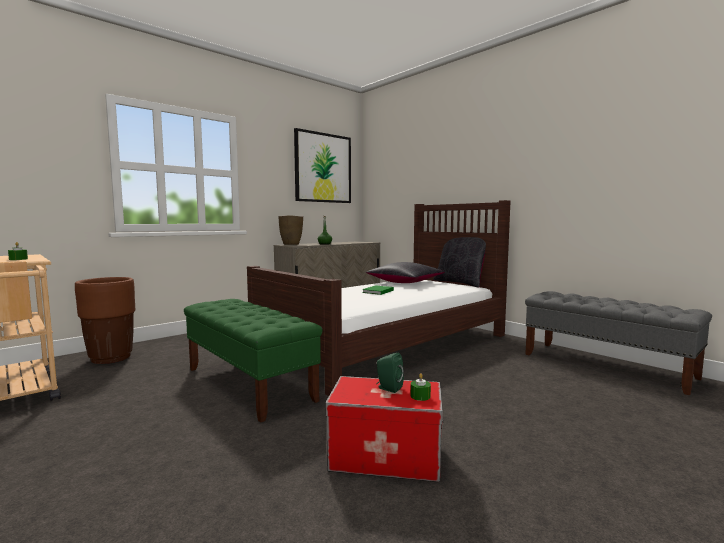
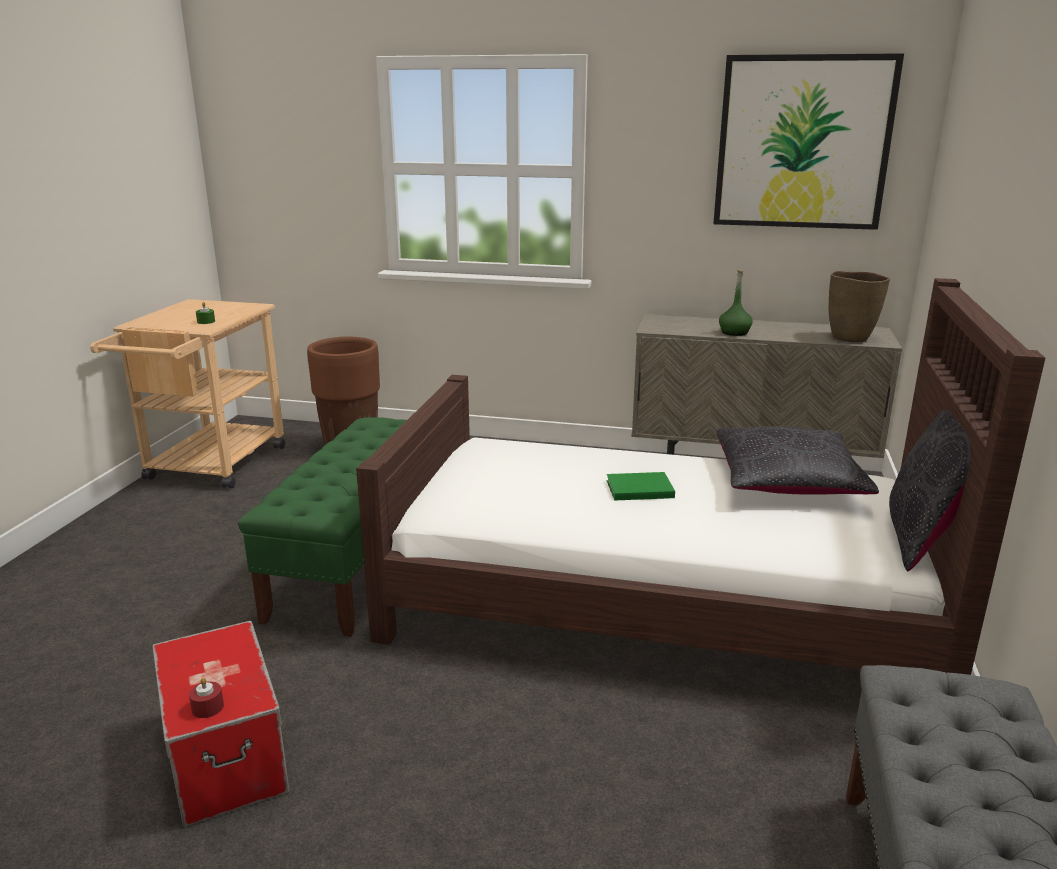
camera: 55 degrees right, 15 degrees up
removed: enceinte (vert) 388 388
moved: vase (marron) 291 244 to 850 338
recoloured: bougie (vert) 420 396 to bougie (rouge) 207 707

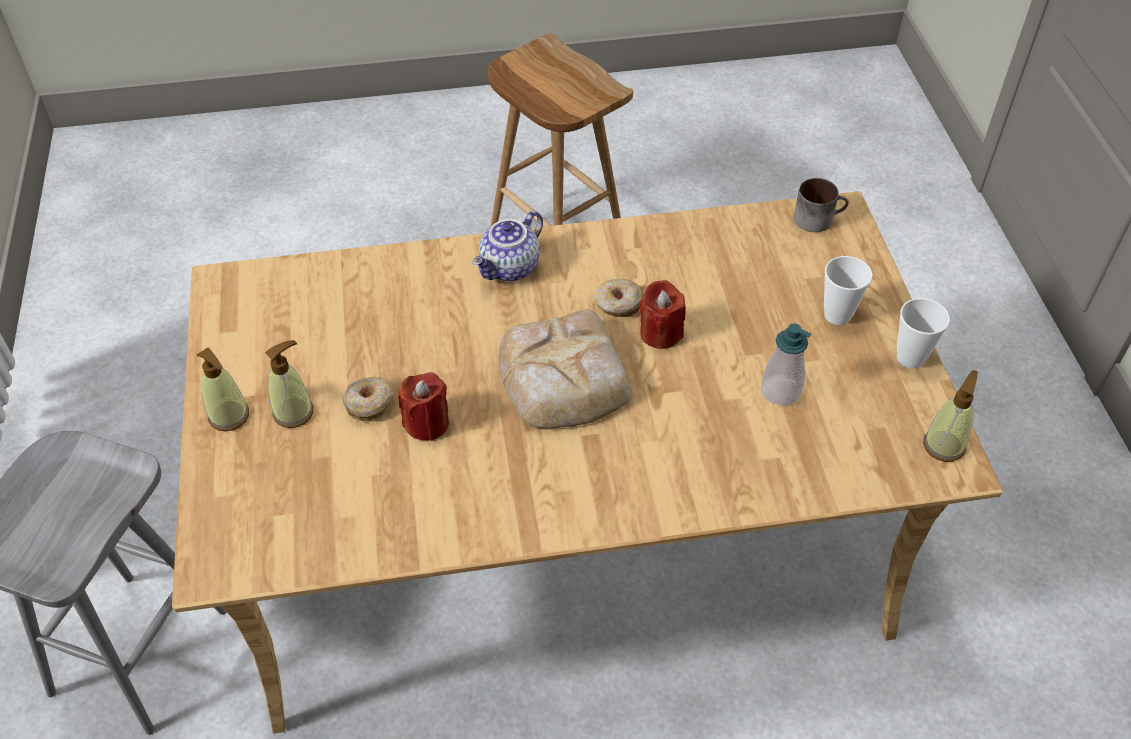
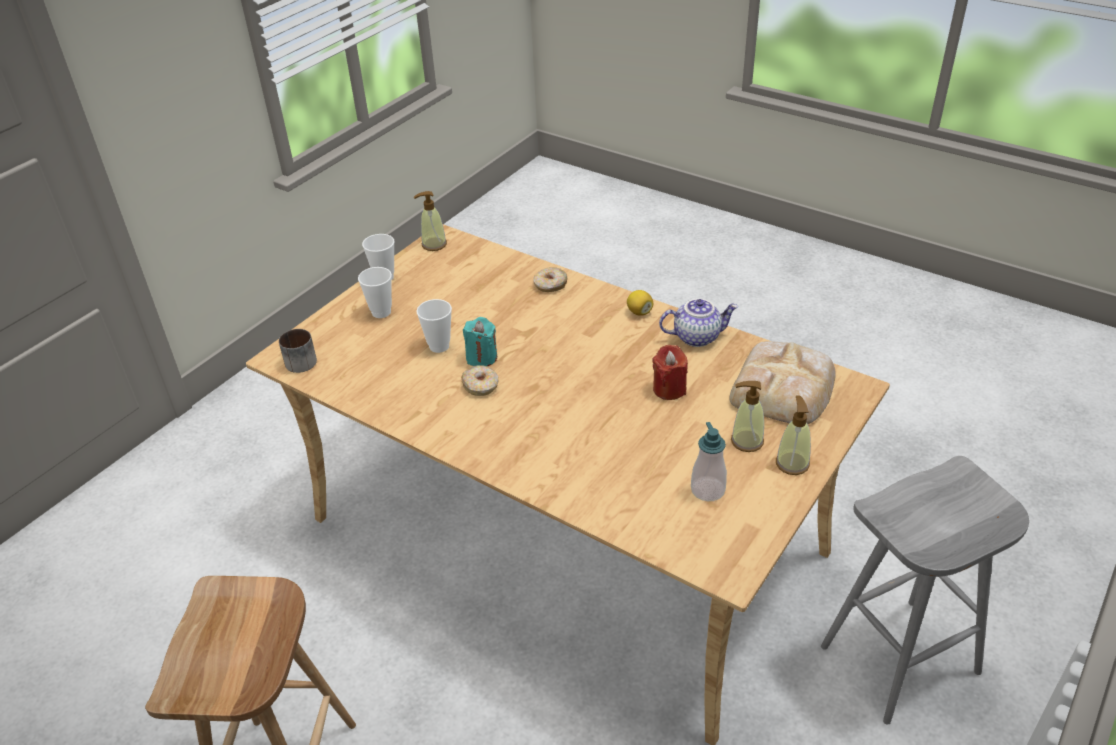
camera: 135 degrees left, 10 degrees down
added: tasse 439 346; citron 639 312
moved: beignet 369 403 to 550 285; théière 510 268 to 697 336; pain 563 378 to 783 388; distributeur de savon 780 391 to 707 490
recoloured: bougie (rouge) 660 333 to bougie (turquoise) 481 357

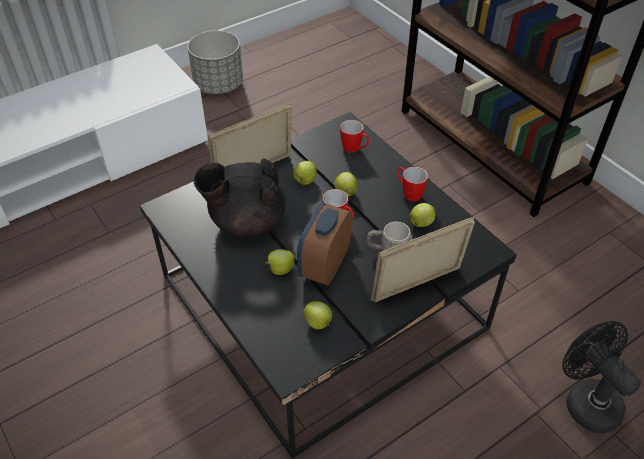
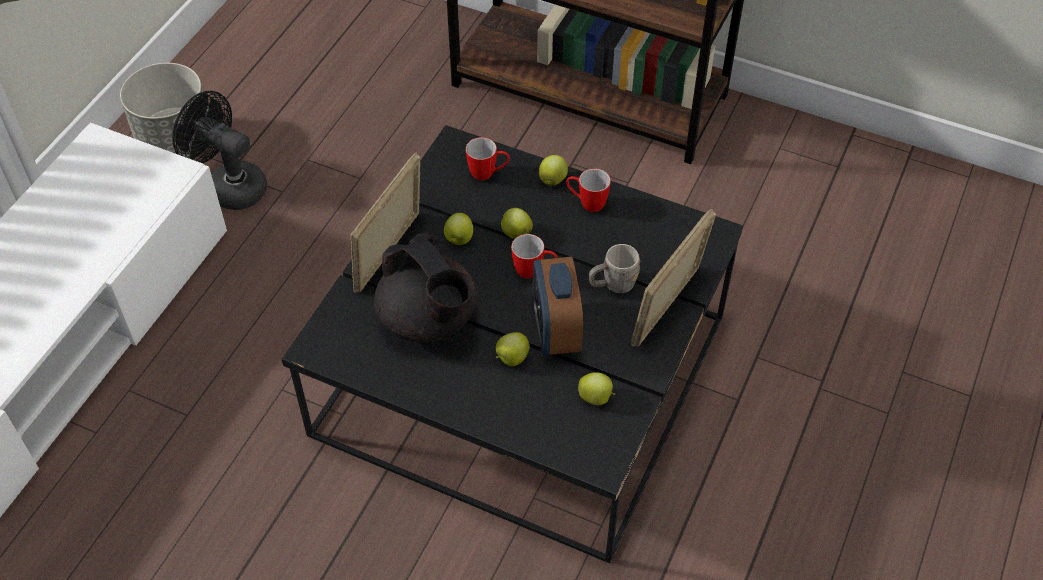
camera: 30 degrees left, 5 degrees up
moved: pomme 421 223 to 553 179; ventilateur (noir) 586 400 to 230 186
turned: théière (noir) 246 221 = 429 319 90 degrees counterclockwise

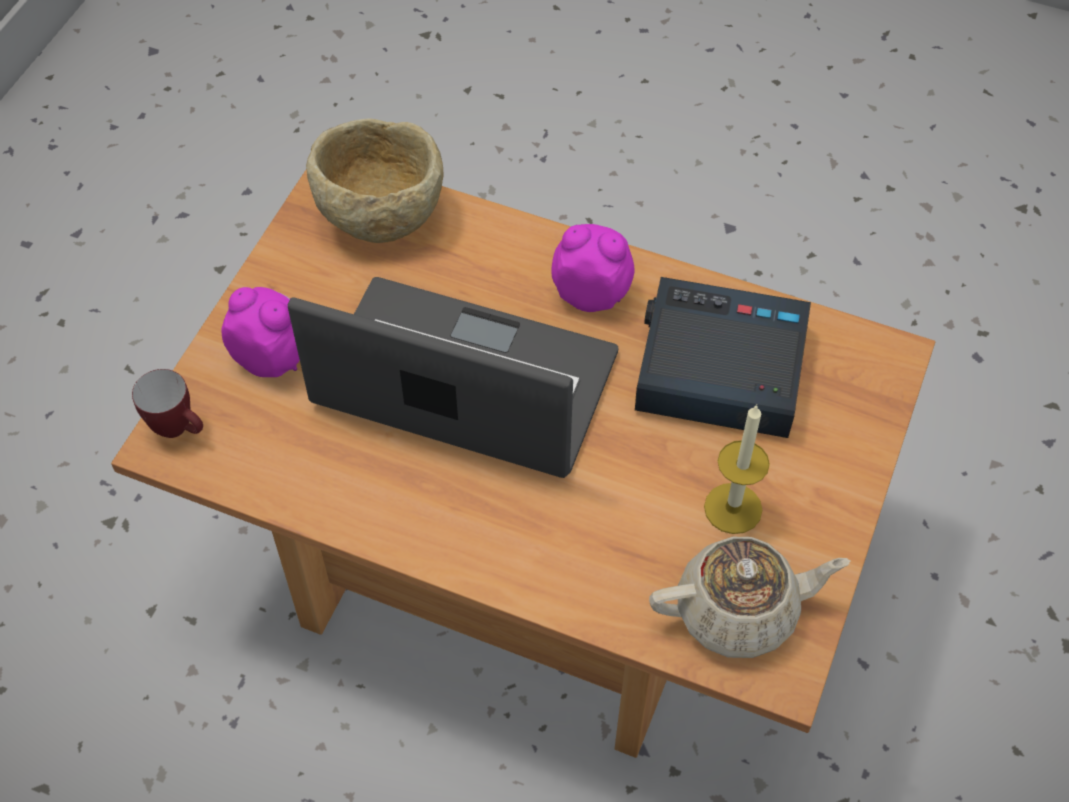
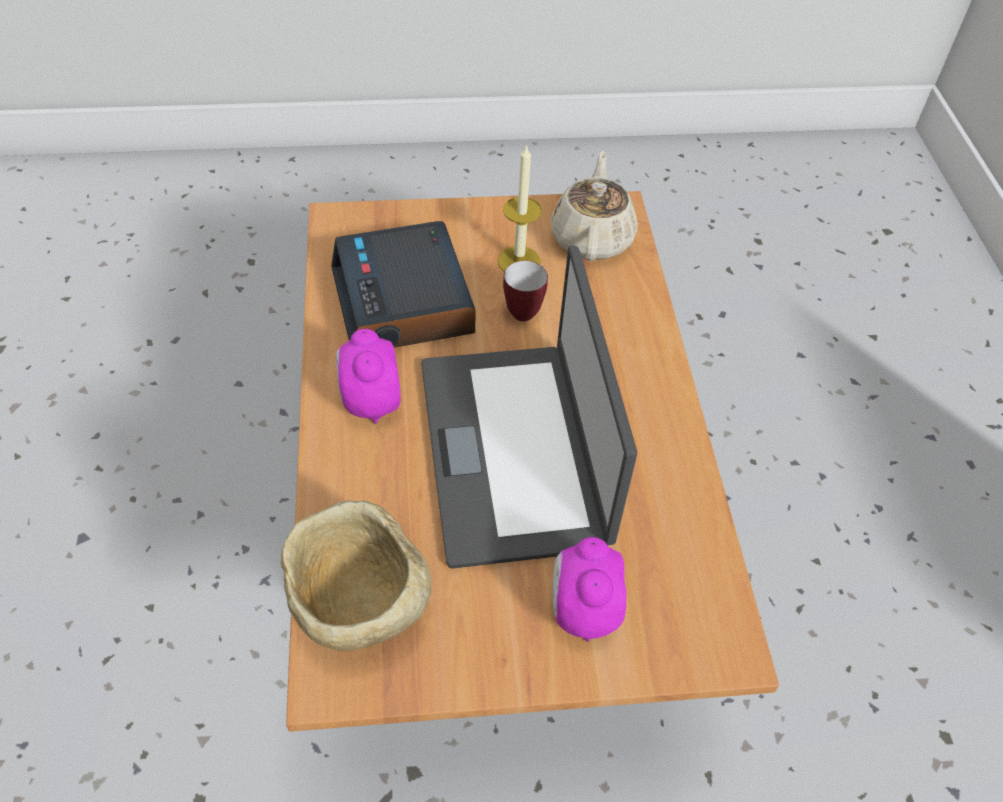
camera: 120 degrees left, 5 degrees down
moved: mug 179 429 to 522 309
turned: théière (beige) 739 611 = 592 237 45 degrees clockwise

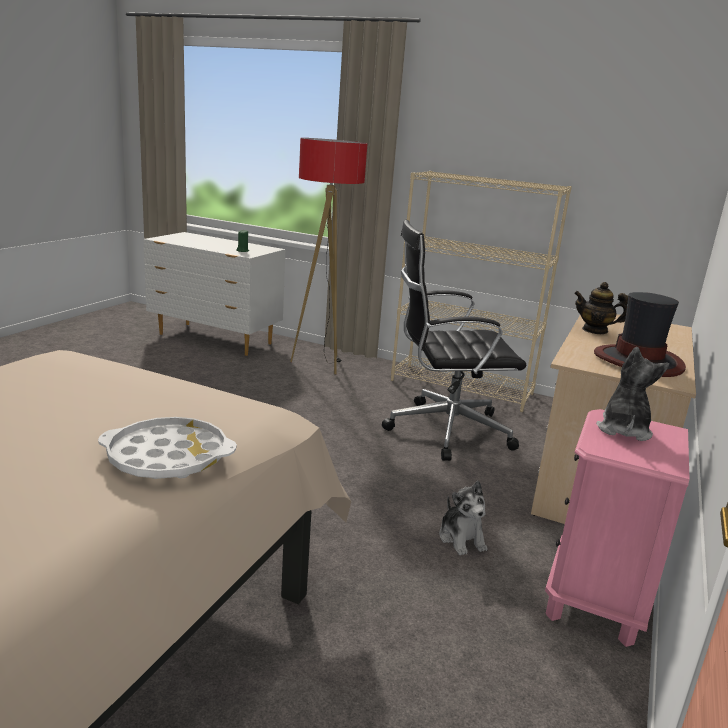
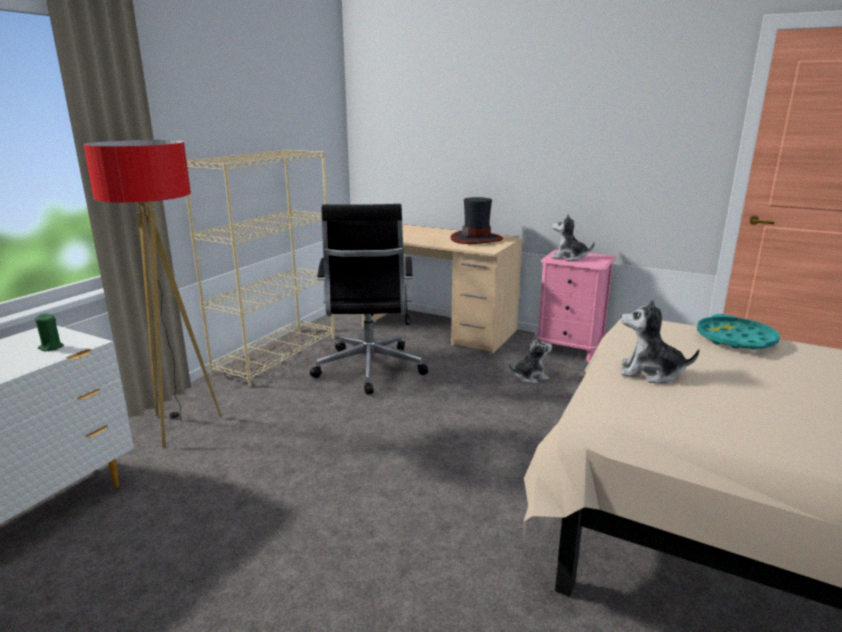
camera: 85 degrees left, 0 degrees up
removed: théière 595 330
added: peluche 650 373
recoloured: plateau (blanc) 168 457 to plateau (turquoise) 735 339

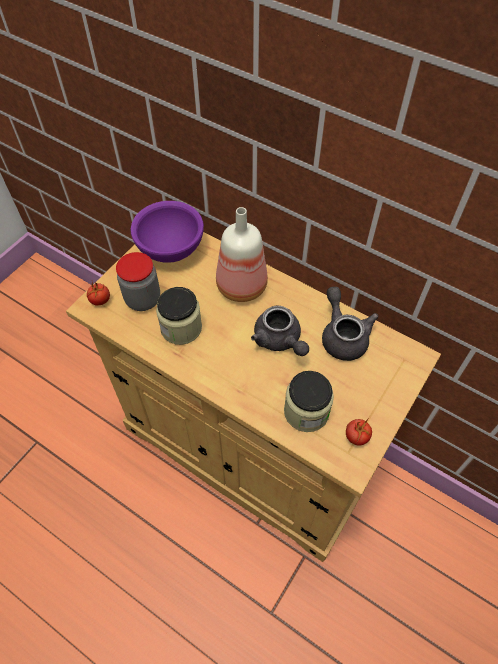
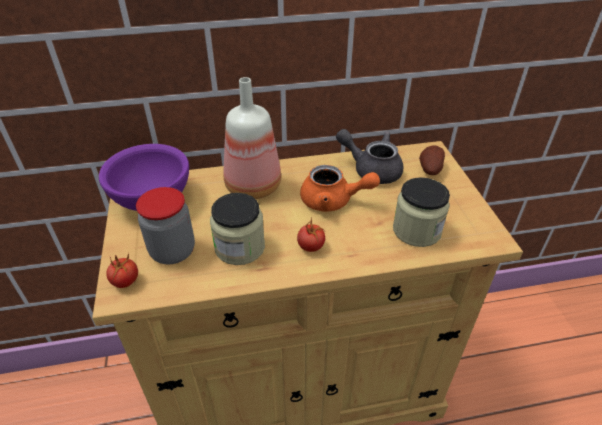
camera: 45 degrees left, 15 degrees down
added: pomme de terre 429 169
moved: tomate 356 437 to 311 247
recoloured: théière (gris) 279 340 to théière (orange) 333 201

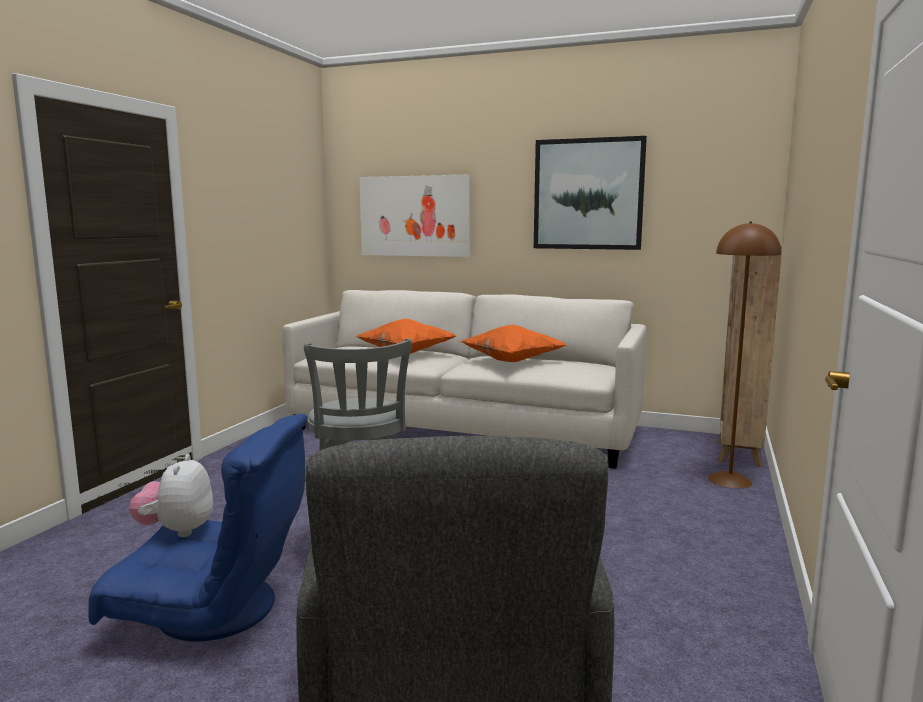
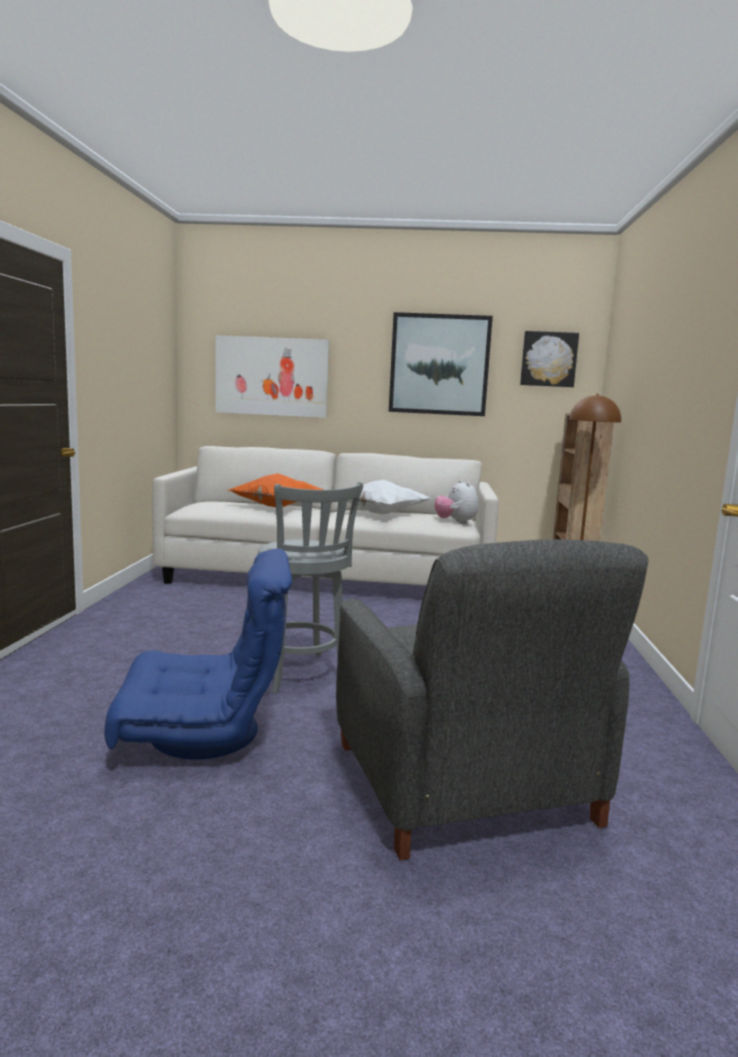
camera: 15 degrees left, 0 degrees up
added: tableau 548 359
moved: peluche 177 531 to 455 522
recoloured: coussin (orange) 510 361 to coussin (blanc) 380 514

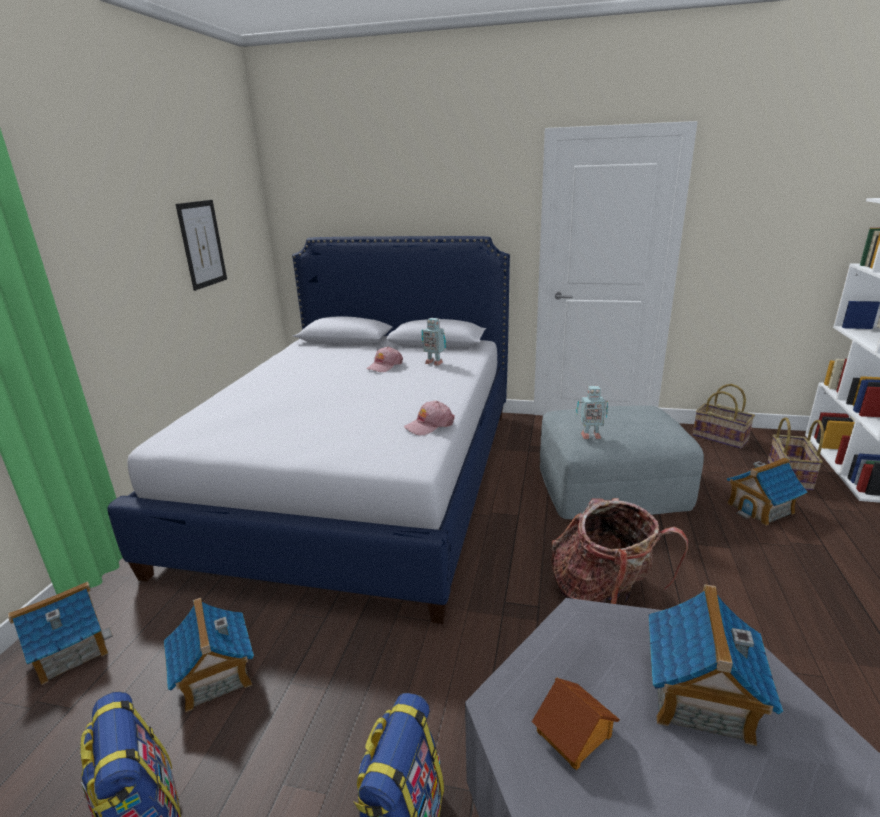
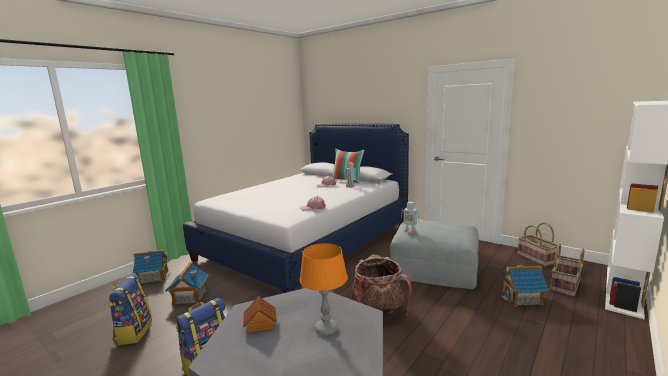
camera: 25 degrees right, 10 degrees down
removed: tableau 202 244
added: coussin 347 180
replaced: maison miniature 699 697 to lampe de table (orange) 326 329

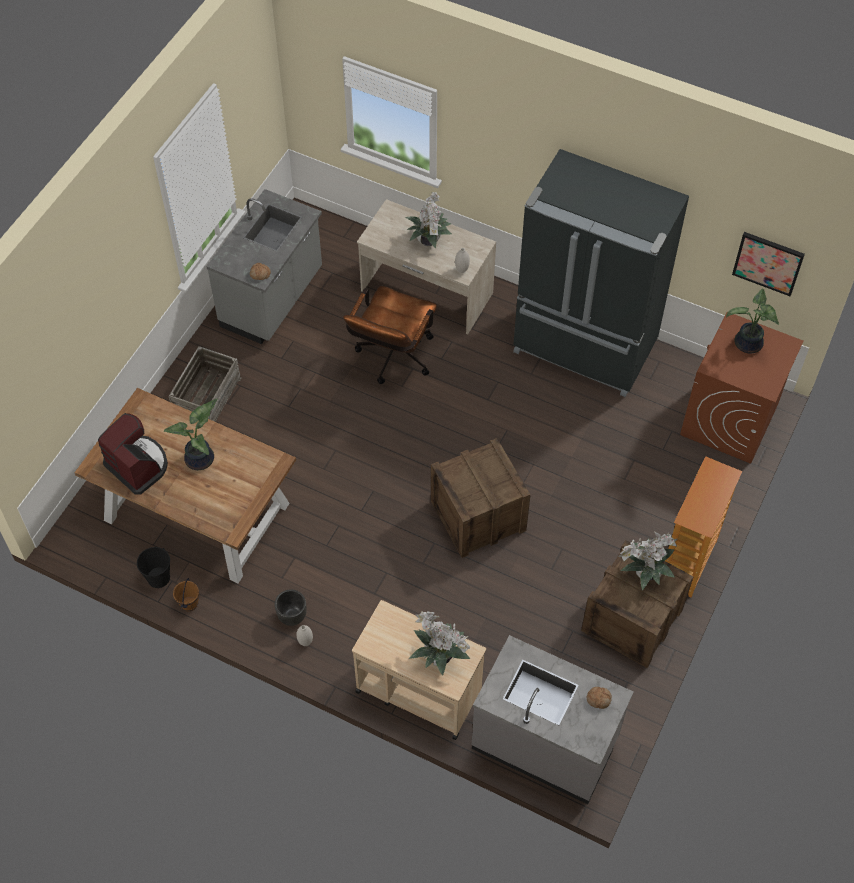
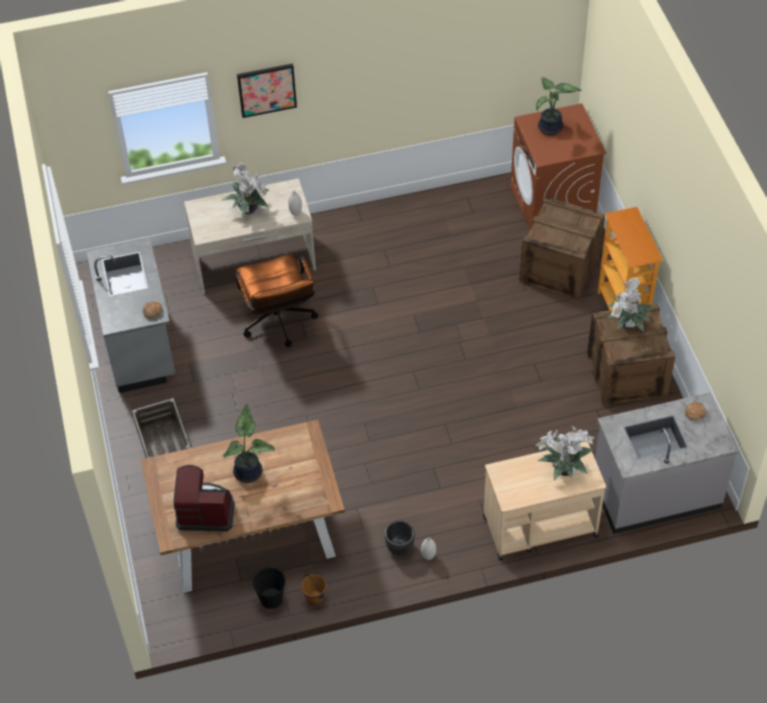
camera: 40 degrees left, 5 degrees down
removed: réfrigérateur (noir) 584 348
moved: caisse 478 516 to 560 269; tableau 768 262 to 266 89

